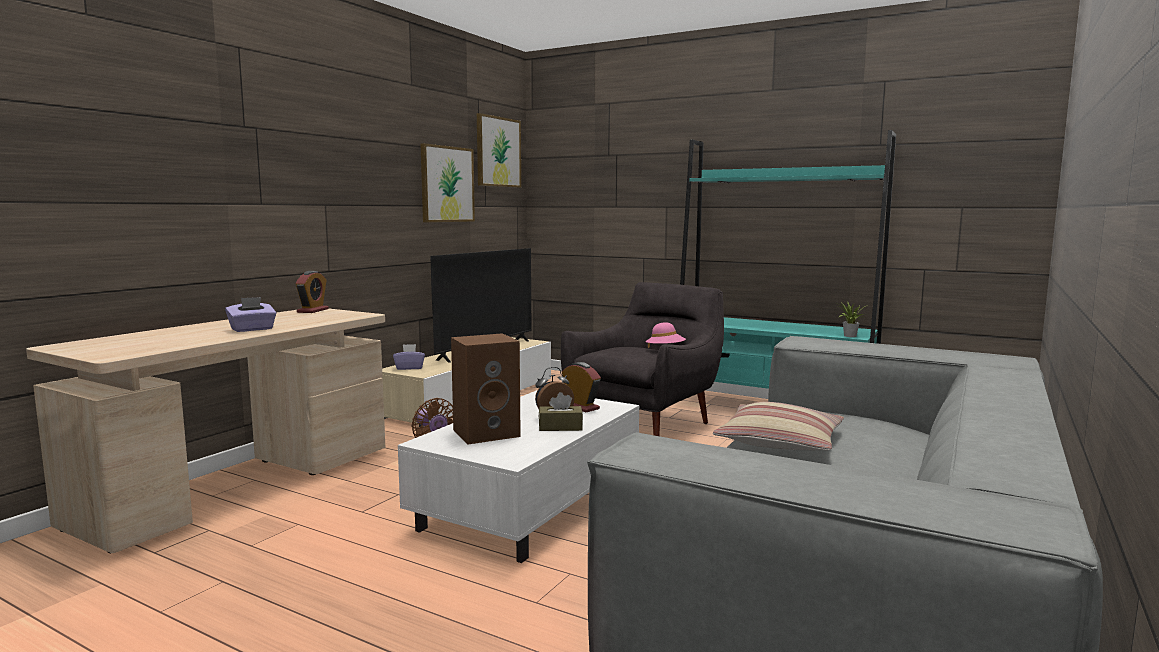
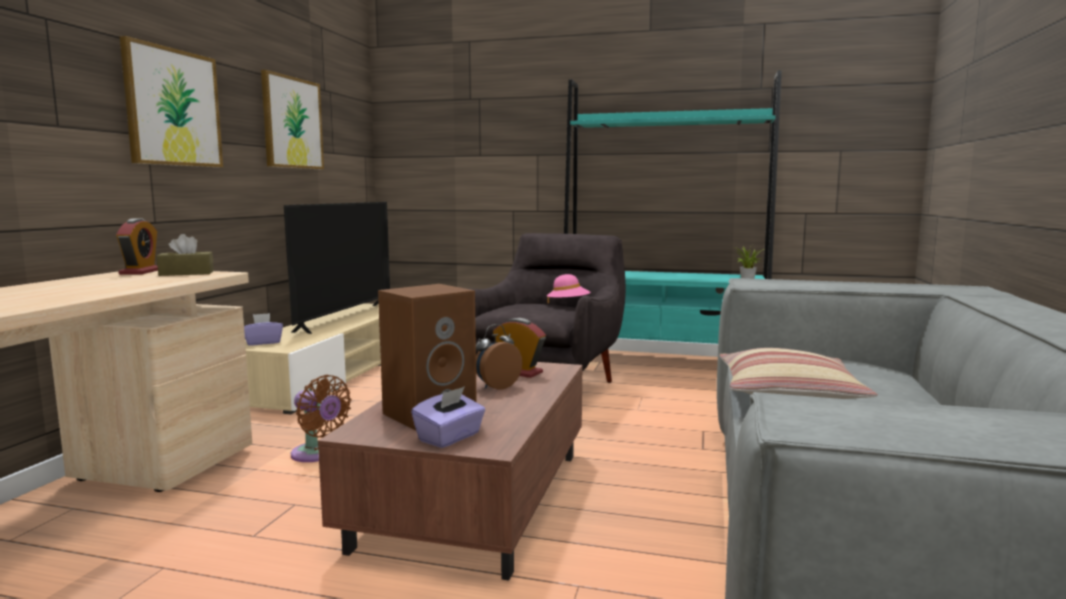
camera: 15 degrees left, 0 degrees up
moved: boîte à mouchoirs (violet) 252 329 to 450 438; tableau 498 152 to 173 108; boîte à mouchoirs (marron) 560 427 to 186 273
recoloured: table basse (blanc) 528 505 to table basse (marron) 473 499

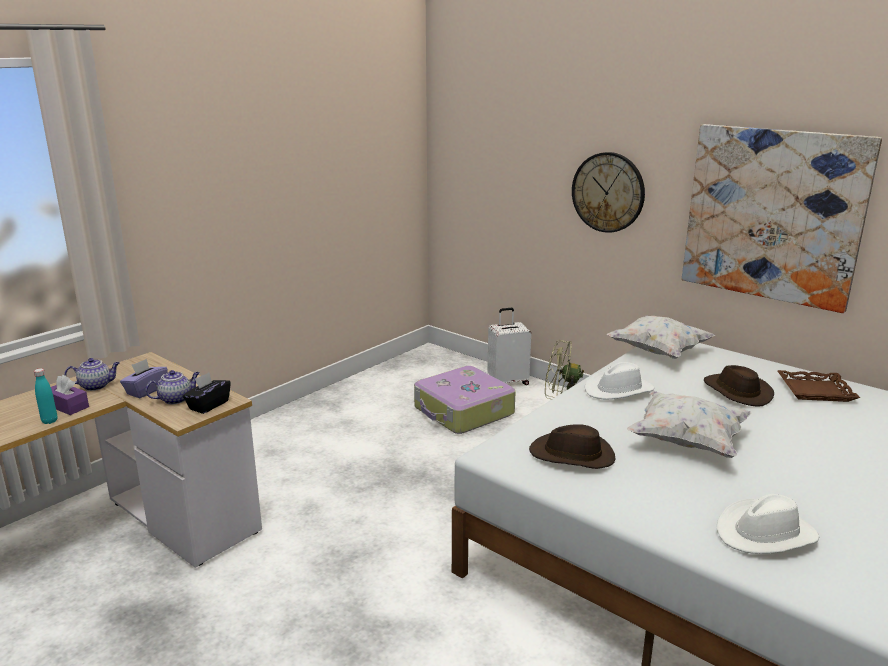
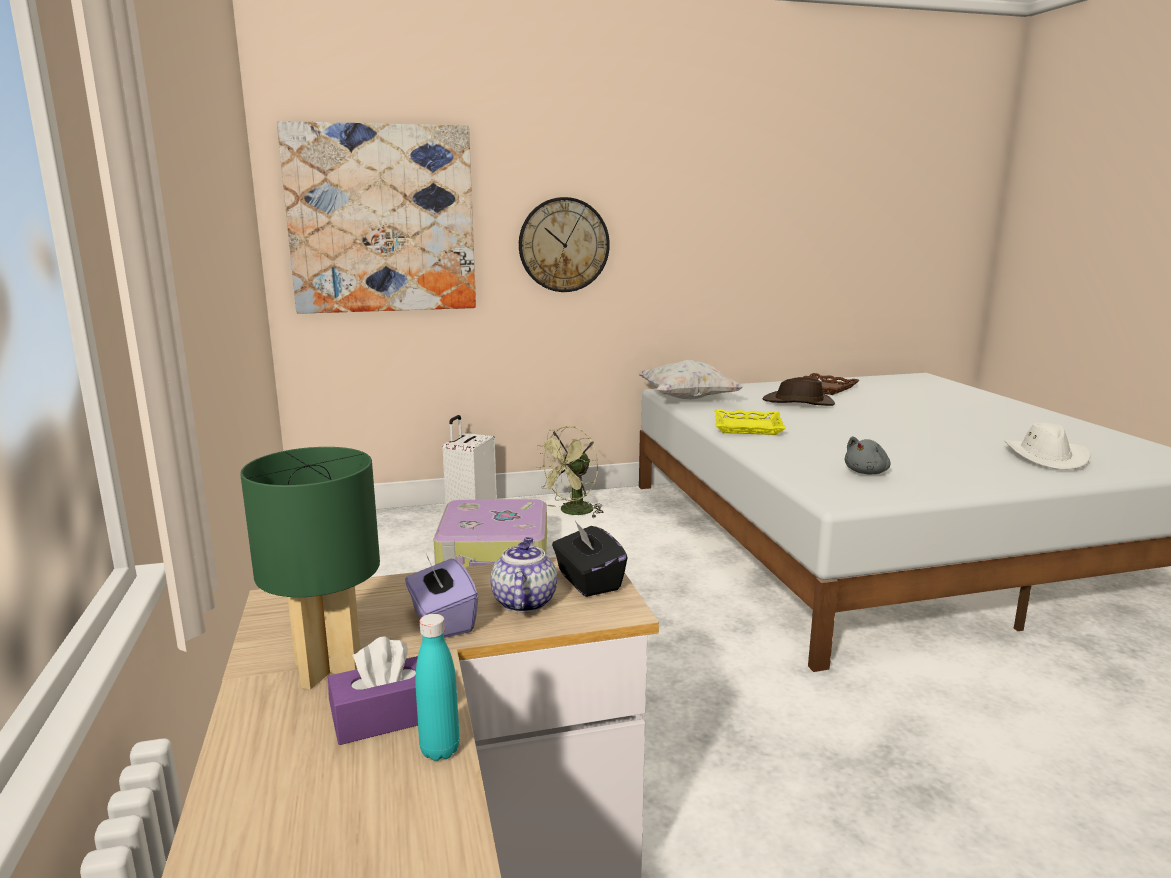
camera: 55 degrees left, 5 degrees down
removed: coussin (blanc) 687 442
moved: tableau 772 215 to 382 220
replaced: théière 96 386 to lampe de table (vert) 329 668; chapeau (marron) 572 455 to peluche (gris) 867 472; chapeau (blanc) 618 390 to plateau (jaune) 748 427

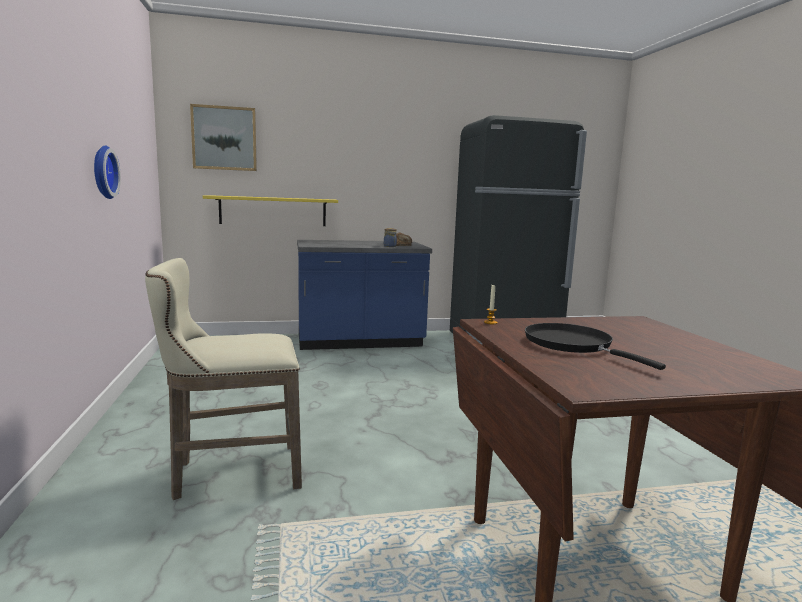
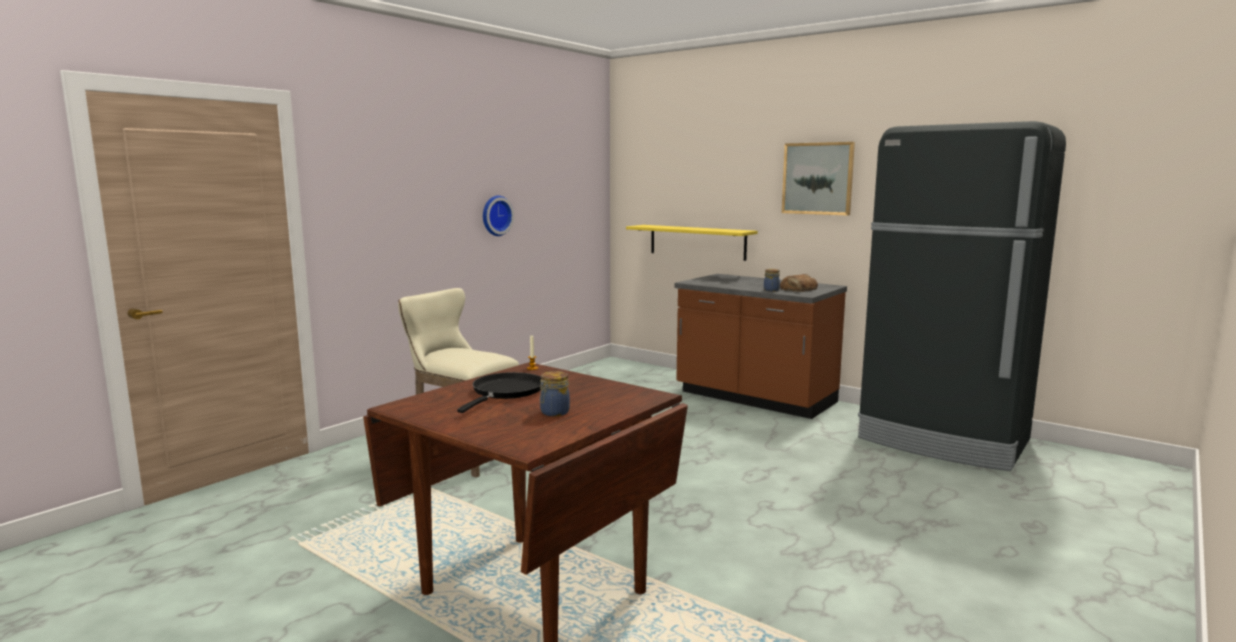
camera: 50 degrees right, 0 degrees up
added: bocal 553 412
moved: tableau 224 138 to 817 178
recoloured: comptoir de cuisine (bleu) 360 342 to comptoir de cuisine (marron) 755 398

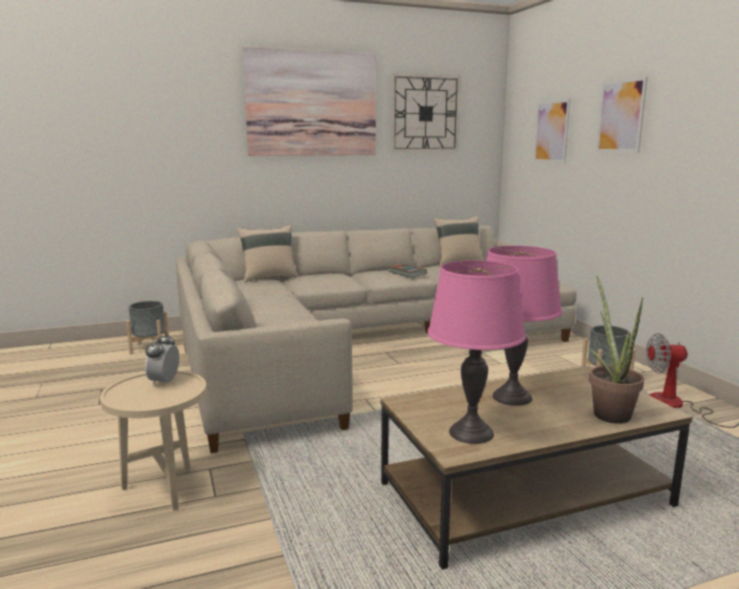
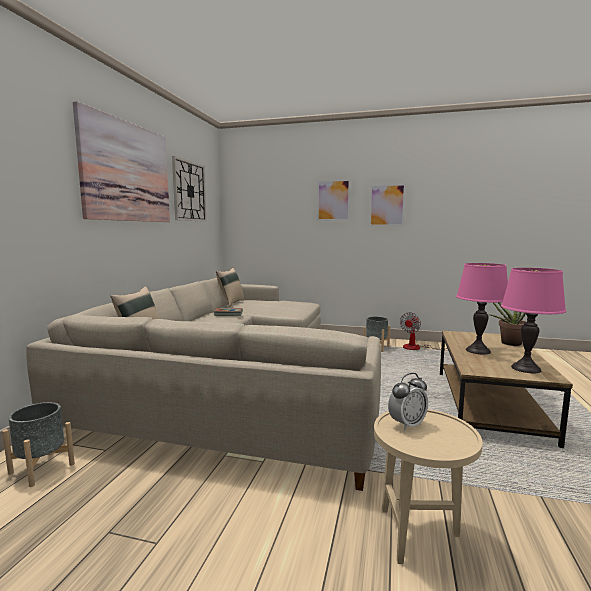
camera: 55 degrees left, 5 degrees down
moved: tableau 551 131 to 387 205
turned: réveil 164 382 = 407 424 75 degrees counterclockwise

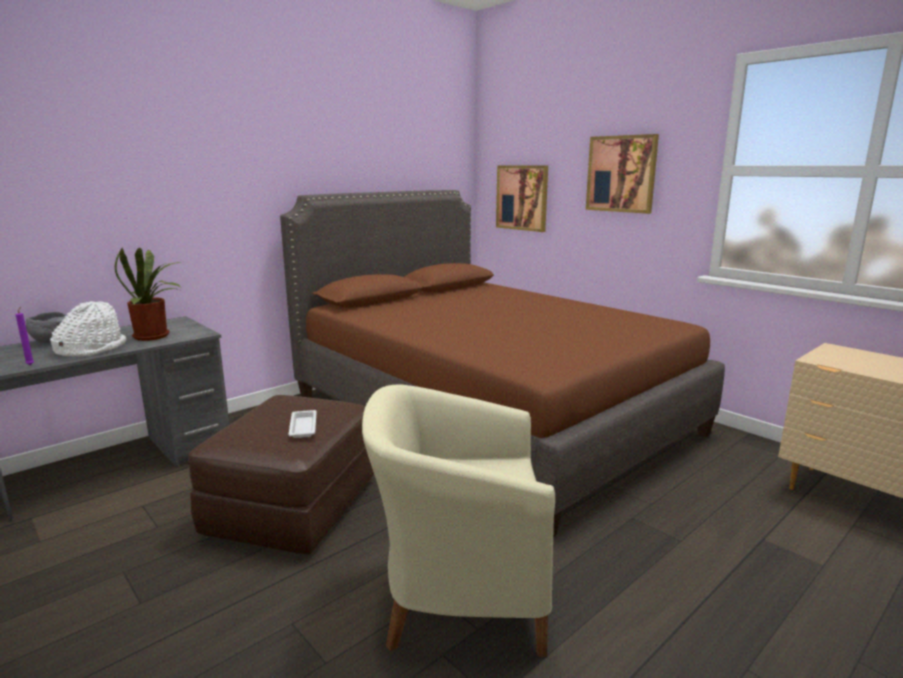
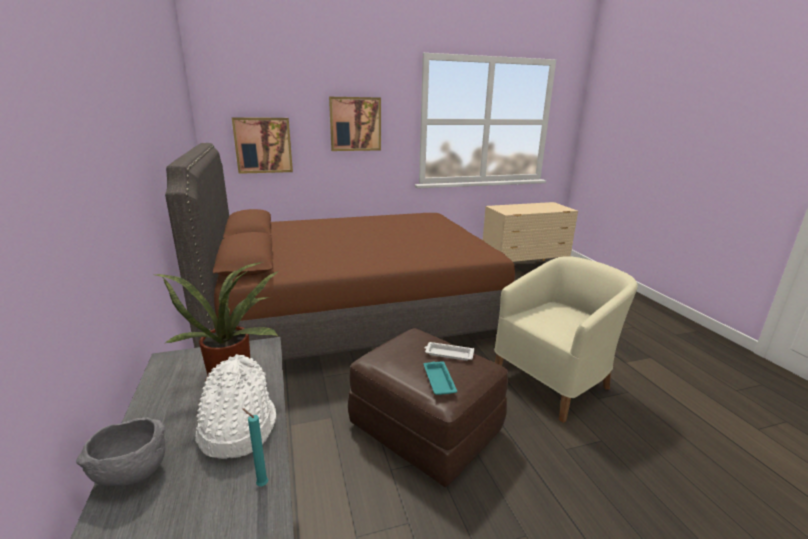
camera: 65 degrees left, 5 degrees up
added: plateau (turquoise) 439 380
recoloured: bougie (violet) 31 364 to bougie (turquoise) 261 484
turned: fauteuil (beige) 458 596 = 554 381 150 degrees counterclockwise

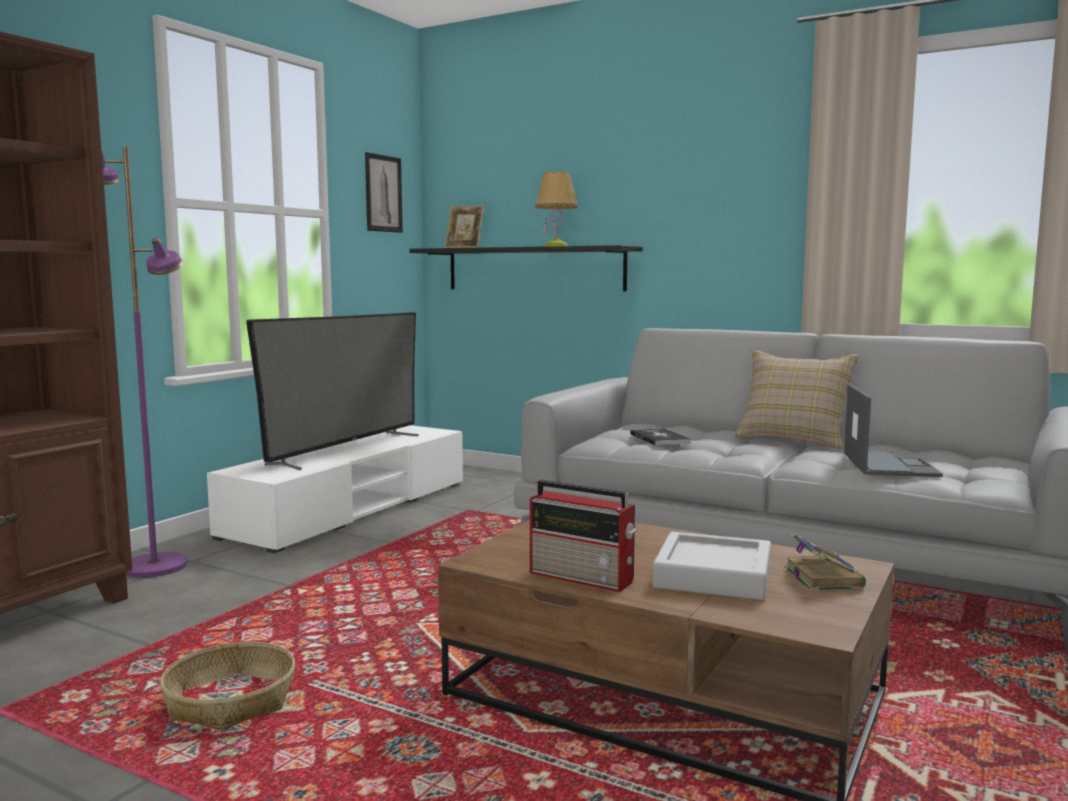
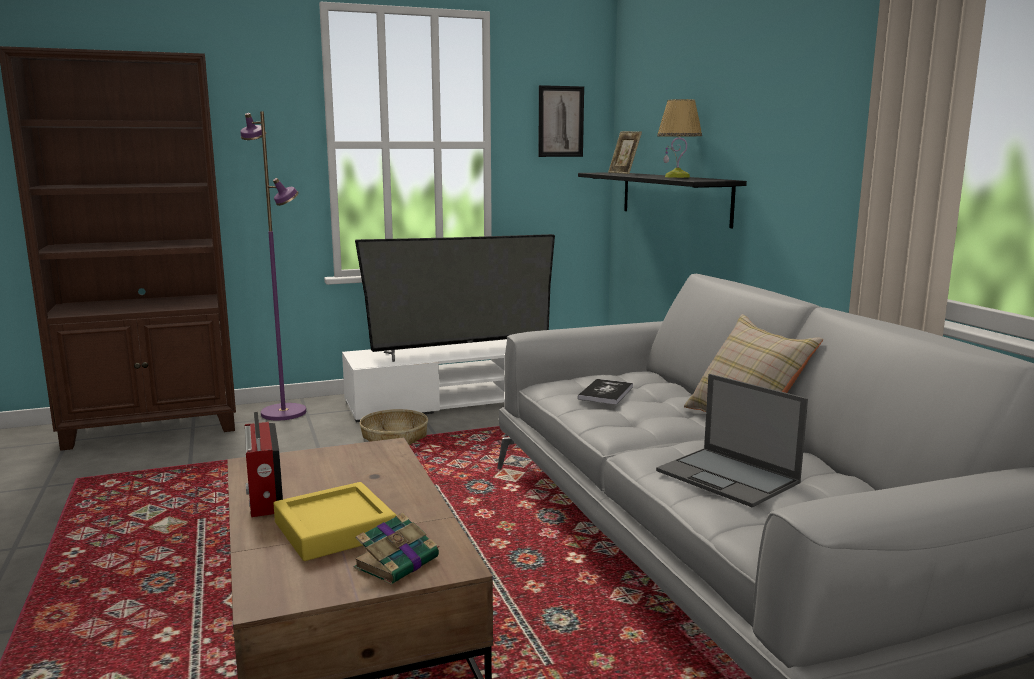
camera: 40 degrees right, 5 degrees up
moved: panier 230 702 to 394 437
recoloured: plateau (gris) 713 576 to plateau (jaune) 335 529
turned: ordinateur portable 889 464 = 729 477 90 degrees clockwise

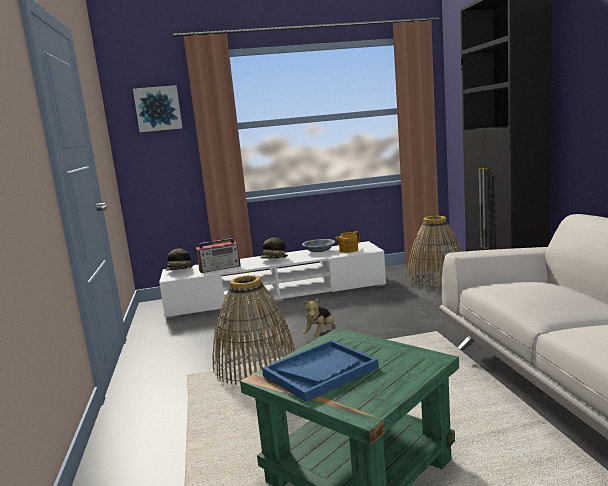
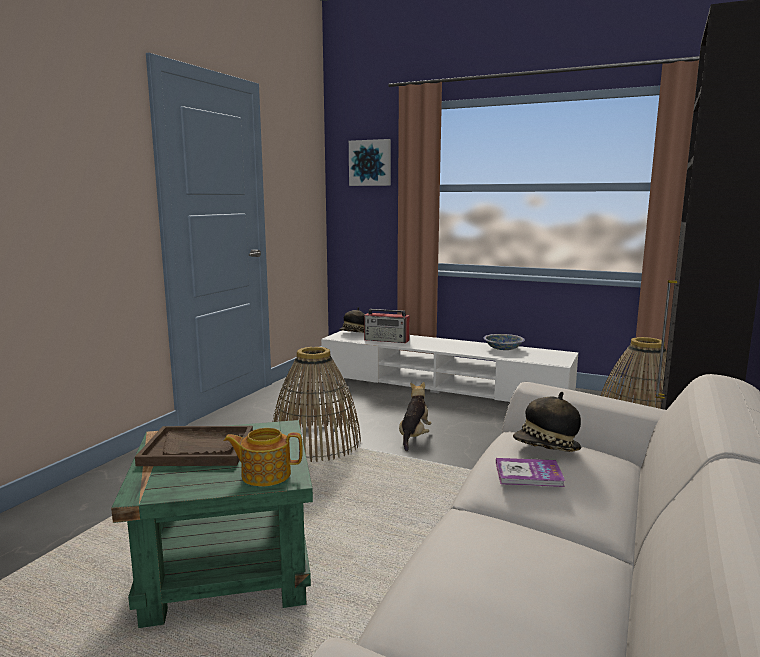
camera: 35 degrees right, 0 degrees up
added: livre 528 474
moved: chapeau 274 260 to 546 448; théière 348 250 to 265 474
recoloured: plateau (bleu) 320 371 to plateau (marron) 198 449
turned: peluche 320 333 = 414 437 135 degrees clockwise

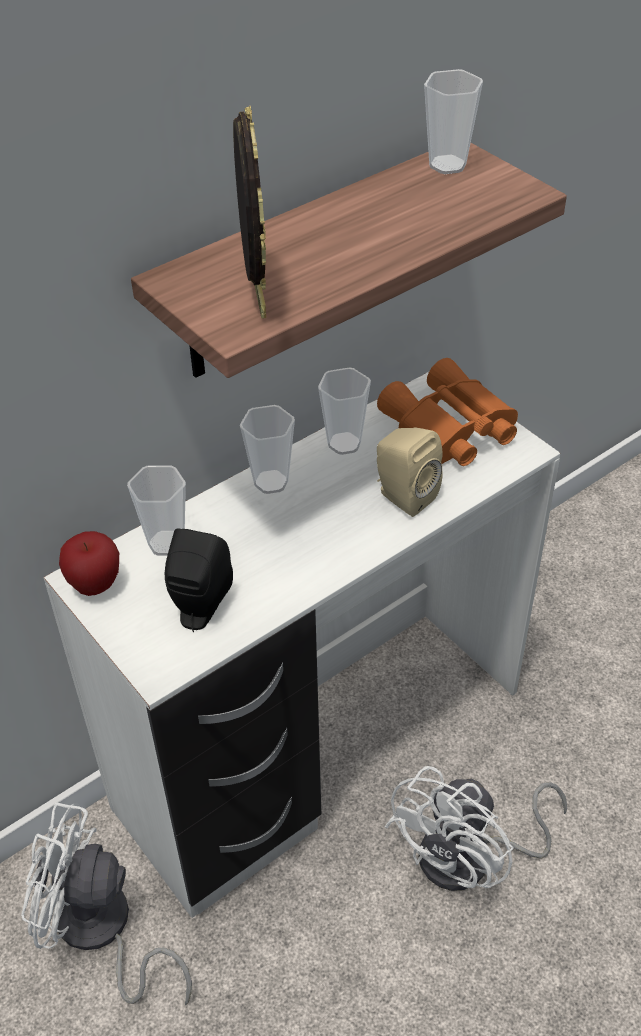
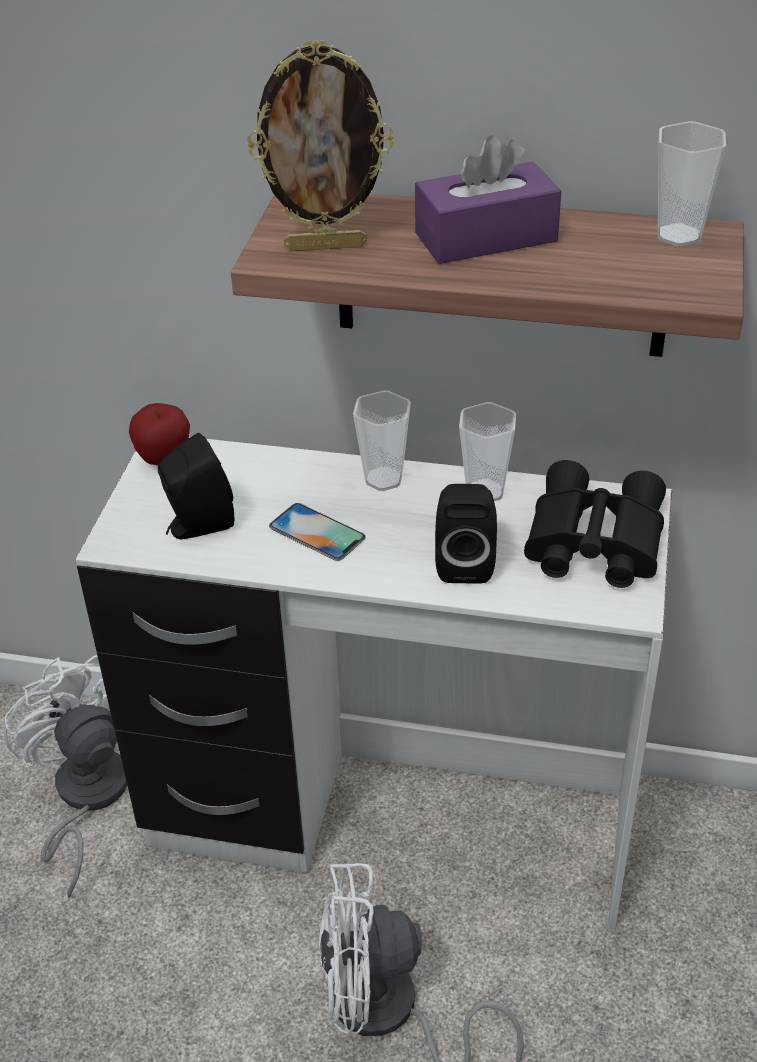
camera: 50 degrees right, 5 degrees down
removed: tasse 166 543
added: téléphone 317 532; boîte à mouchoirs (violet) 486 237
recoloured: jumelles (orange) 449 429 to jumelles (noir) 591 542; enceinte (beige) 403 496 to enceinte (noir) 464 562
turned: cadre photo 256 298 = 326 246 45 degrees clockwise

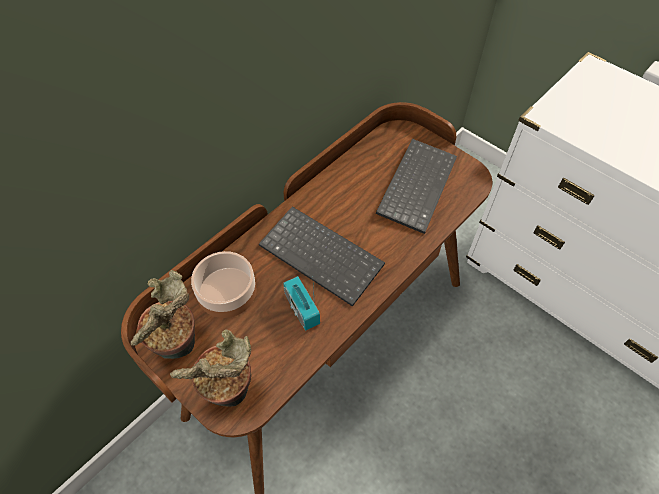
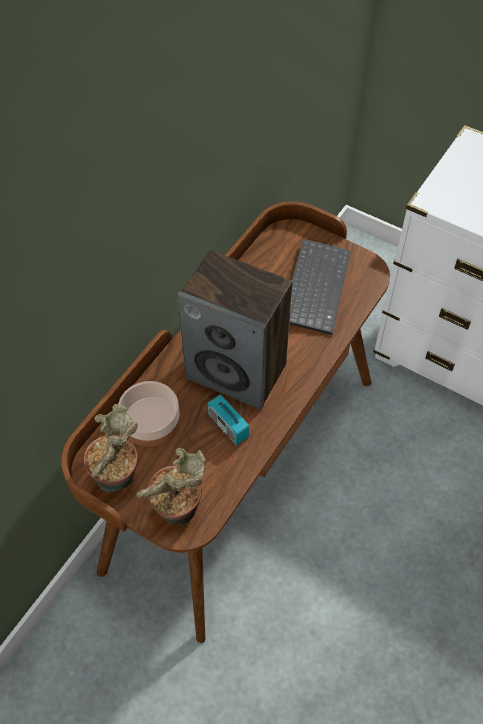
camera: 10 degrees left, 0 degrees up
replaced: clavier 323 255 to enceinte 237 371

